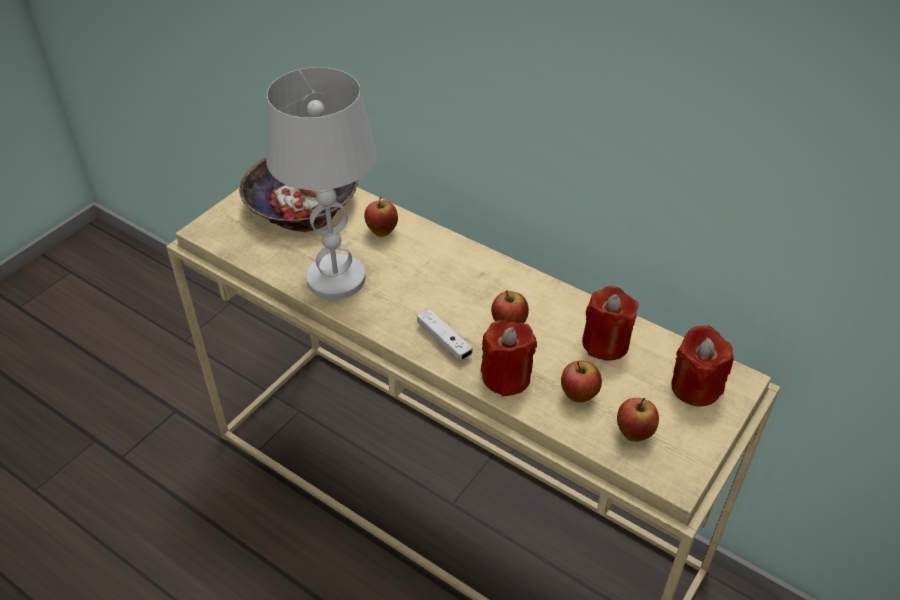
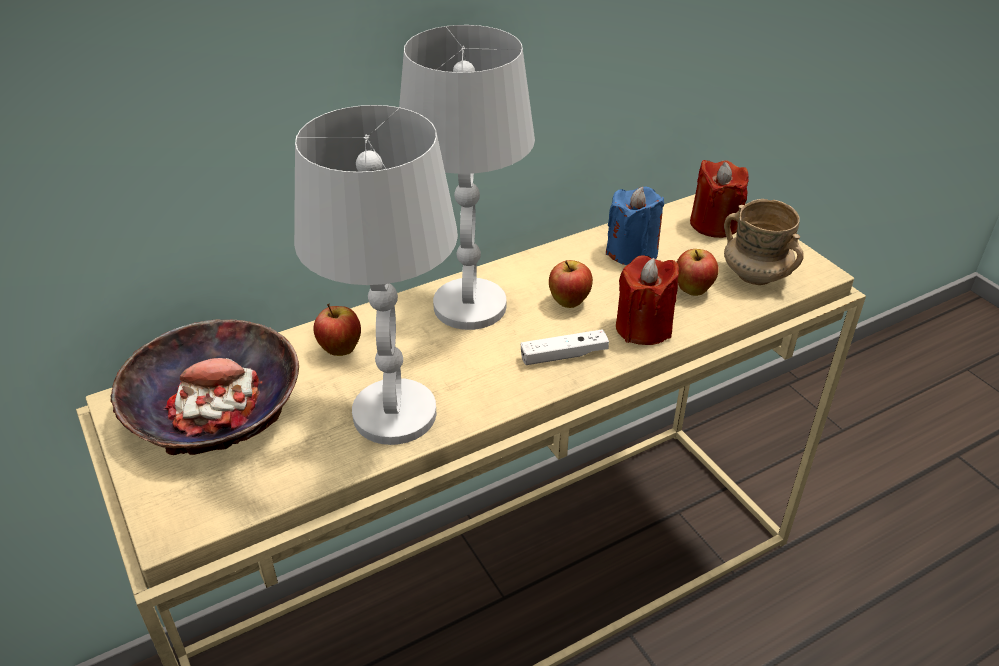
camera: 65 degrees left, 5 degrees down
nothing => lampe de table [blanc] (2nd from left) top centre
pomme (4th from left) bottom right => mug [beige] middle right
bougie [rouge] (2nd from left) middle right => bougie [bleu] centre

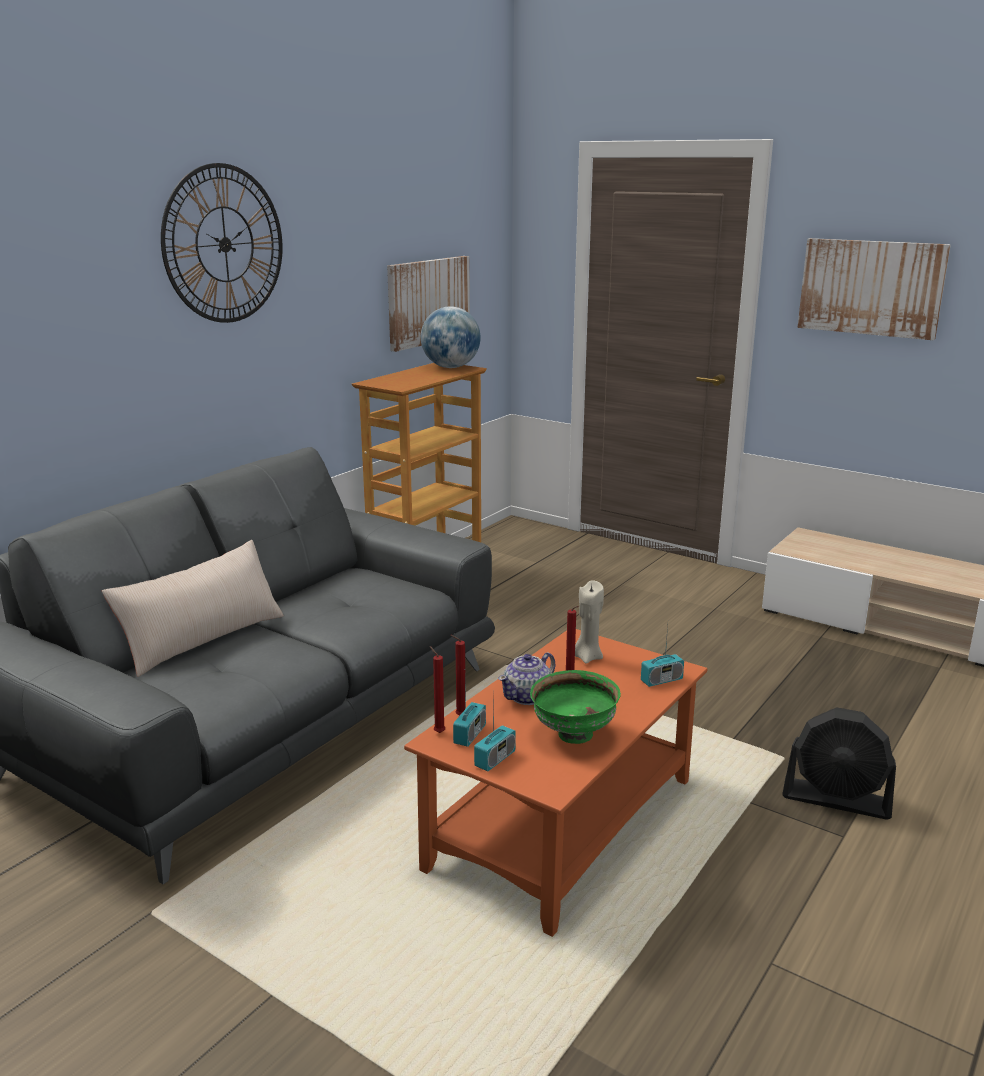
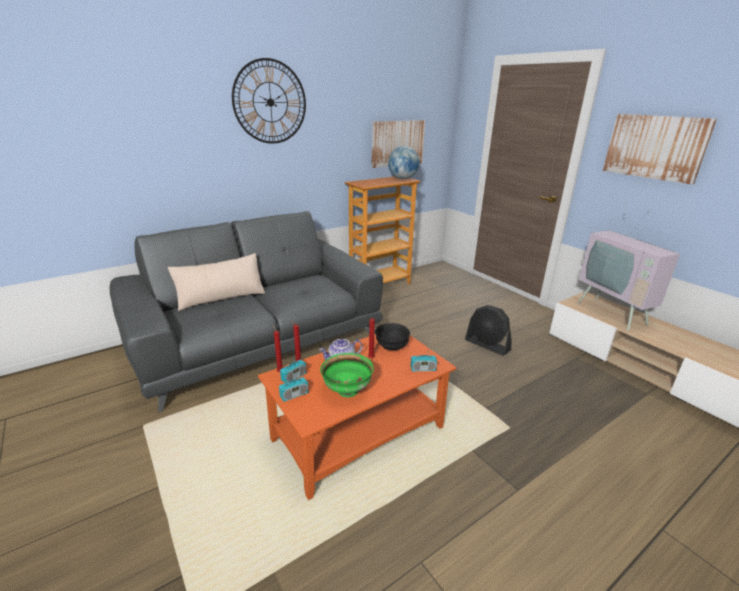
camera: 20 degrees right, 5 degrees up
nothing => téléviseur middle right
ventilateur [noir] bottom right => ventilateur [noir] centre, move
bougie [beige] centre => bol [noir] centre

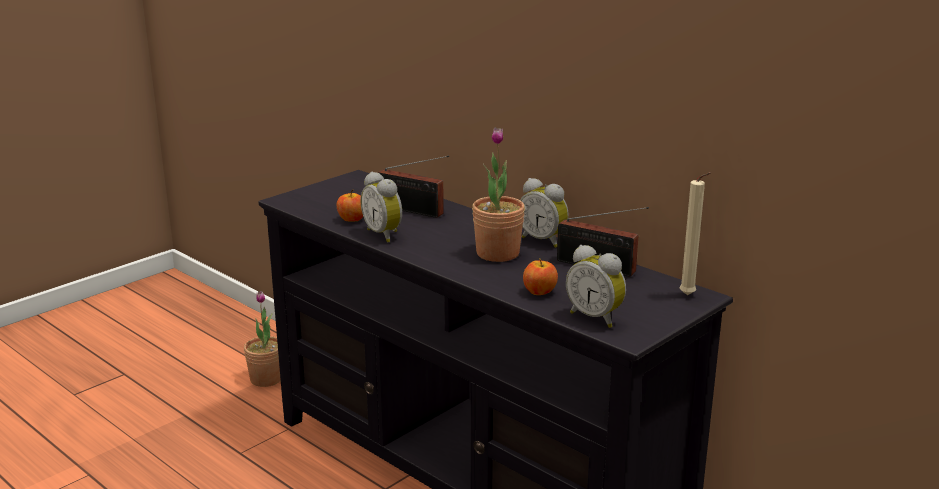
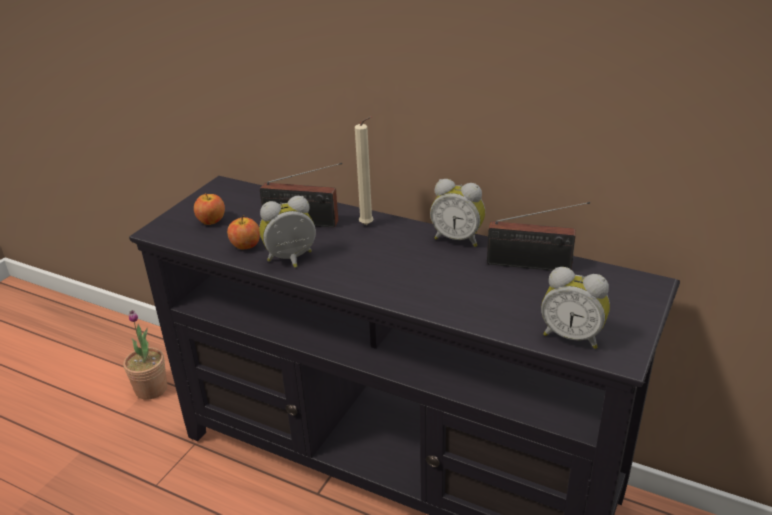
camera: 15 degrees left, 10 degrees up
plante en pot (2nd from left) centre => nothing
pomme (2nd from left in the first image) centre => pomme (1st from left) middle left, move
bougie [beige] middle right => bougie [beige] top centre, move
réveil (1st from left) centre, 120 degrees clockwise

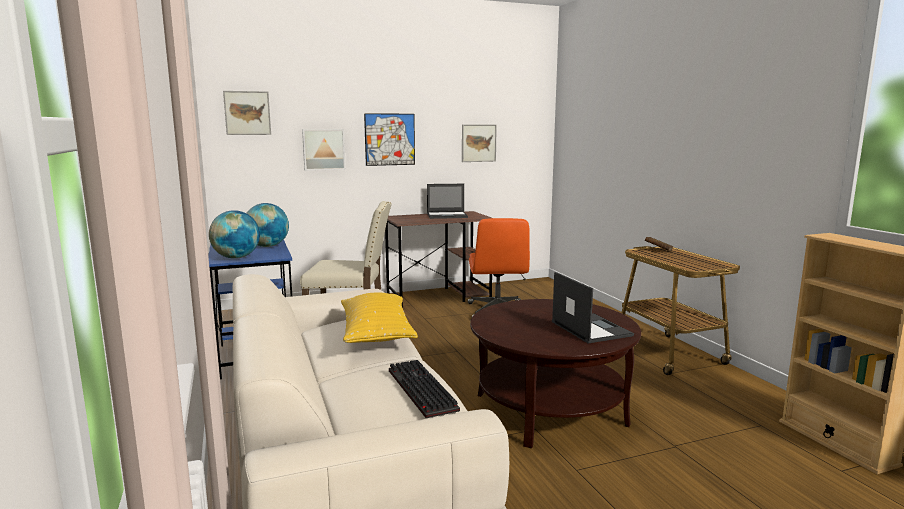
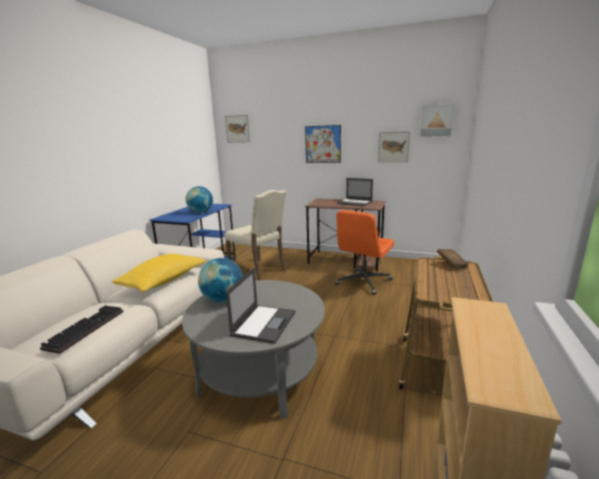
camera: 40 degrees right, 5 degrees up
globe (1st from left in the first image) middle left => globe (2nd from left) centre, move
tableau (2nd from left in the first image) top centre => tableau (4th from left) top right, move
table basse [marron] bottom centre => table basse [gris] bottom centre

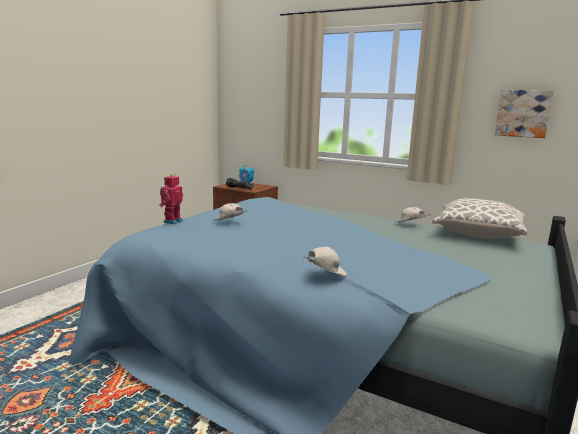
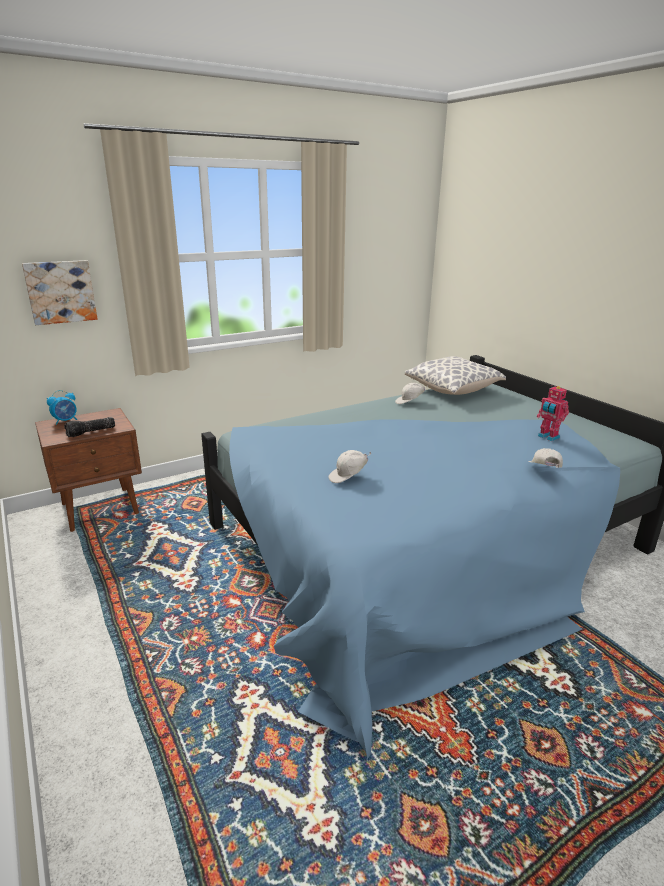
camera: 60 degrees left, 10 degrees up
robot jouet middle left => robot jouet middle right, move
tableau top right => tableau top left, move

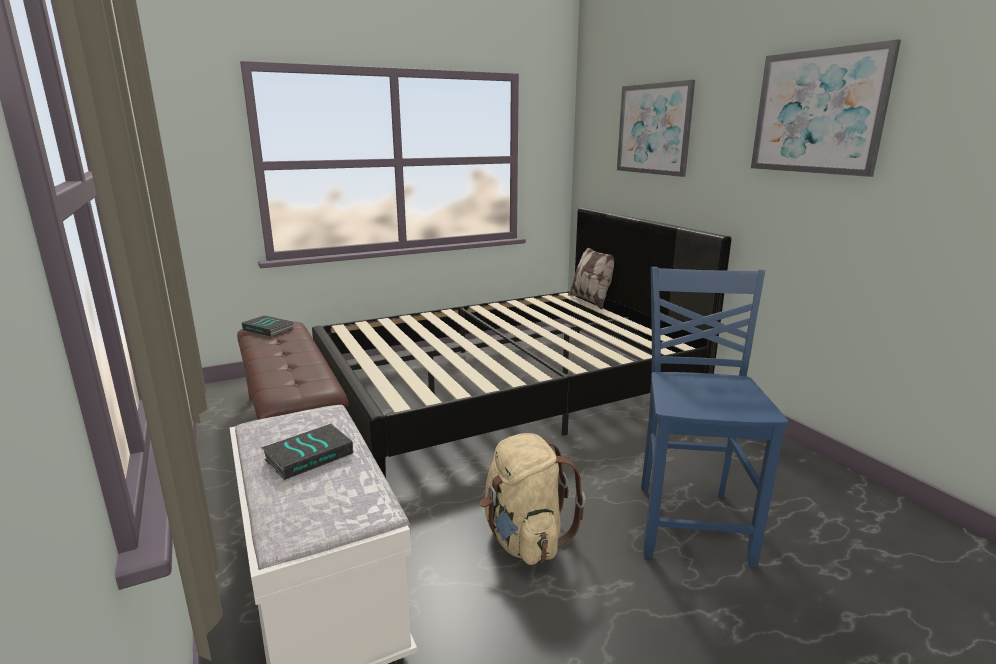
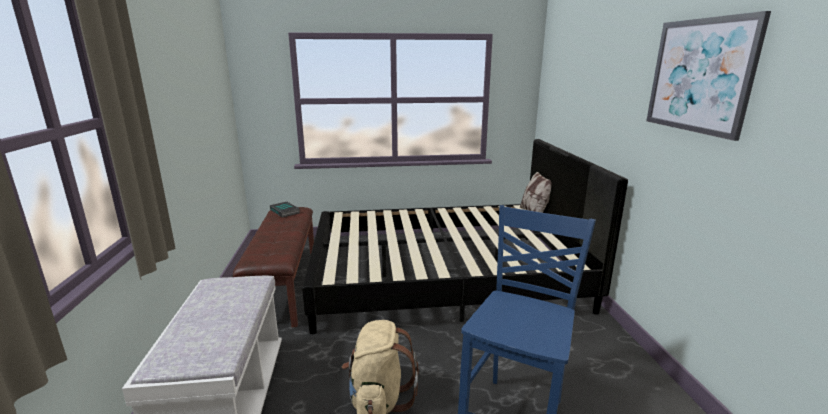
camera: 20 degrees right, 0 degrees up
livre (2nd from left) bottom left => nothing
tableau (1st from left) top centre => nothing

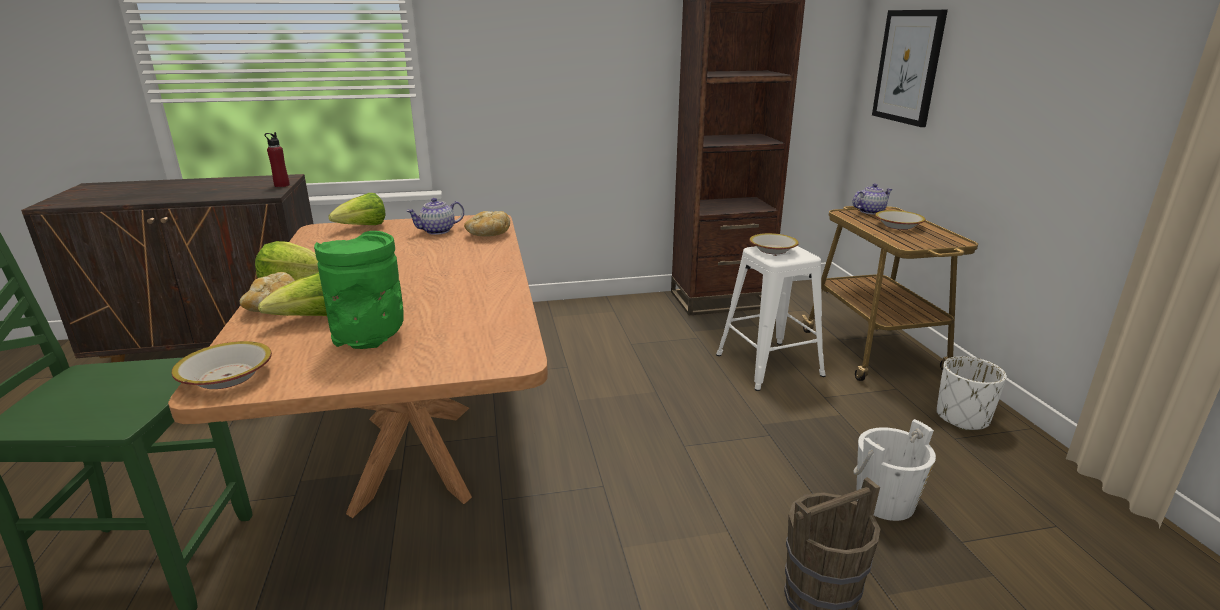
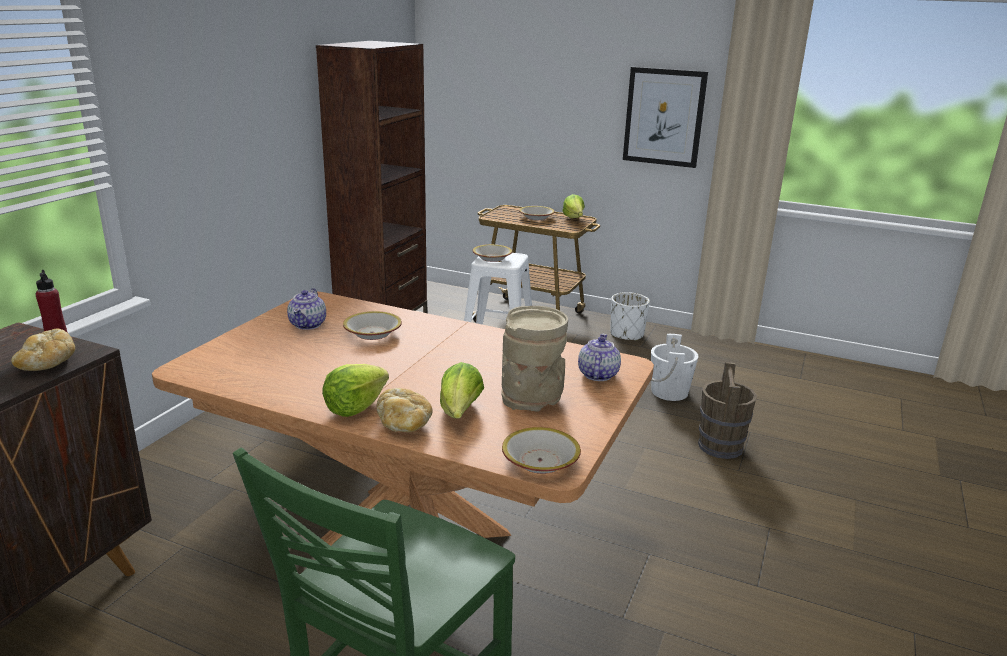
camera: 55 degrees left, 0 degrees up
nothing => bol (1st from left) centre
laitue (3rd from left) middle left => laitue (3rd from left) top centre, move
pain (2nd from left in the first image) centre => pain (1st from left) middle left, move
théière (2nd from left) top right => théière (2nd from left) centre, move
tableau top right => tableau top centre, move
vase [vert] middle left => vase [beige] centre

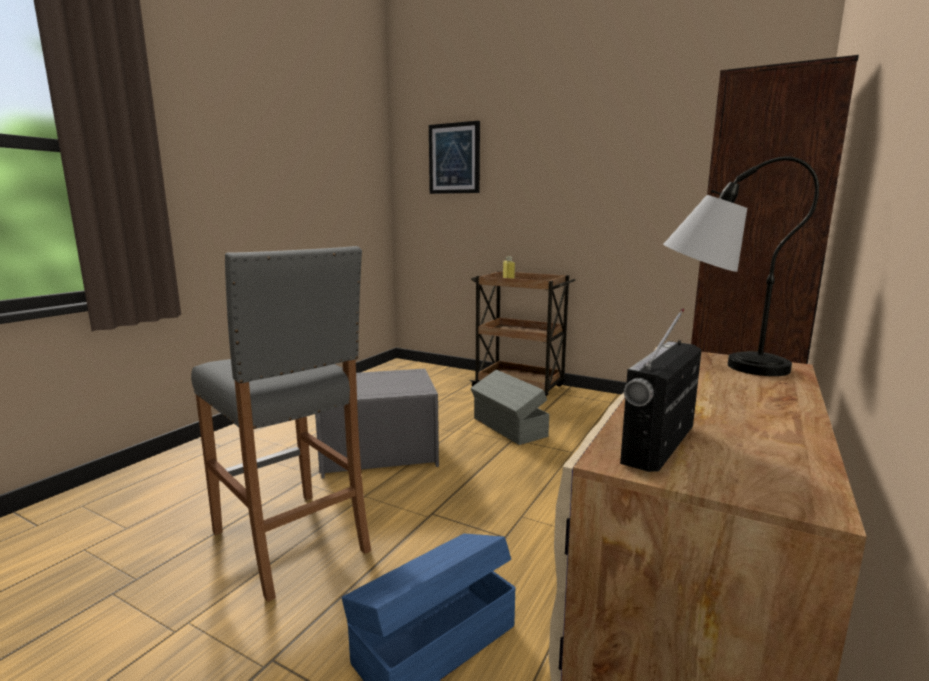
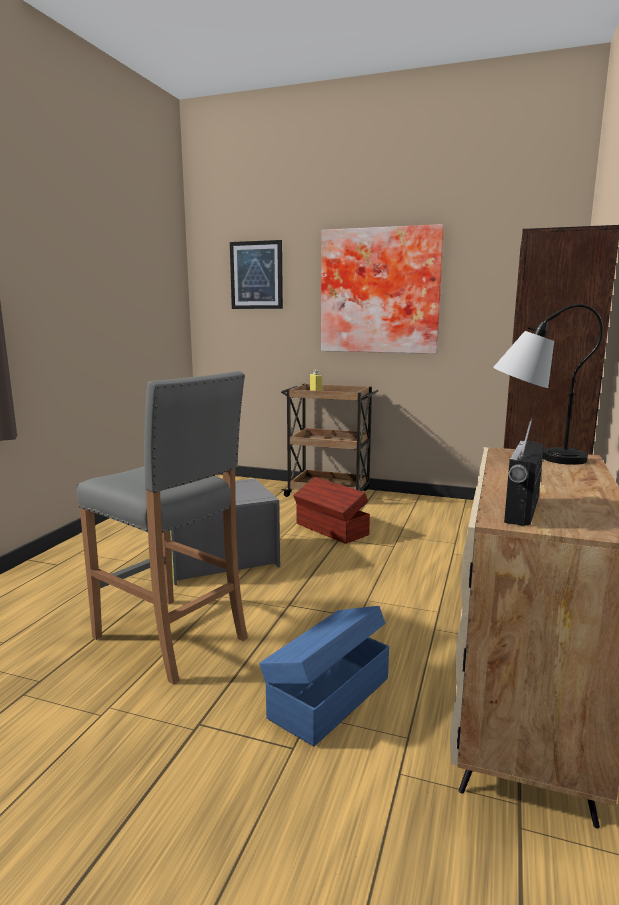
camera: 10 degrees left, 0 degrees up
nothing => tableau (2nd from left) top centre
boîte de rangement [gris] (2nd from left) centre => boîte de rangement [marron] centre

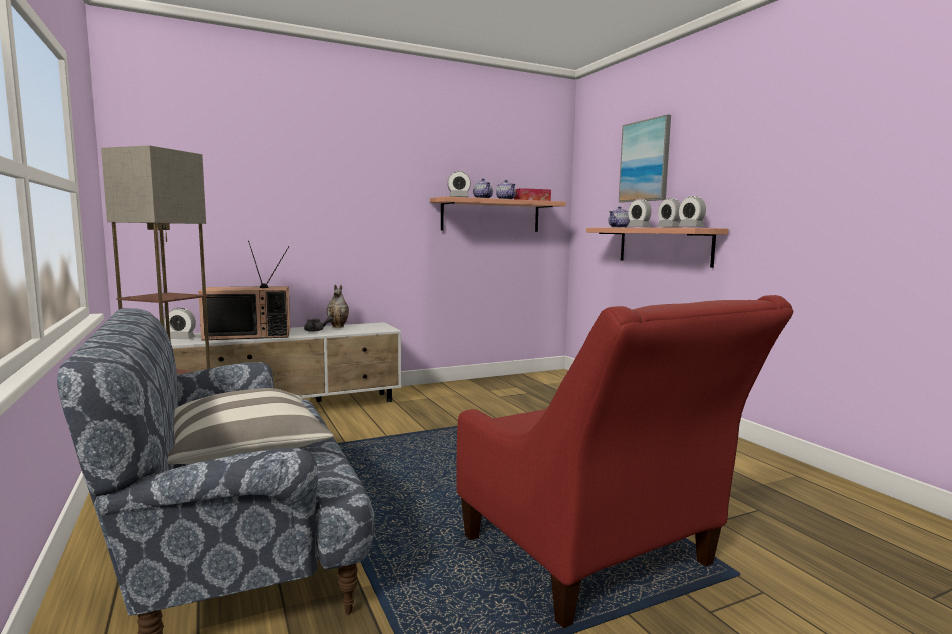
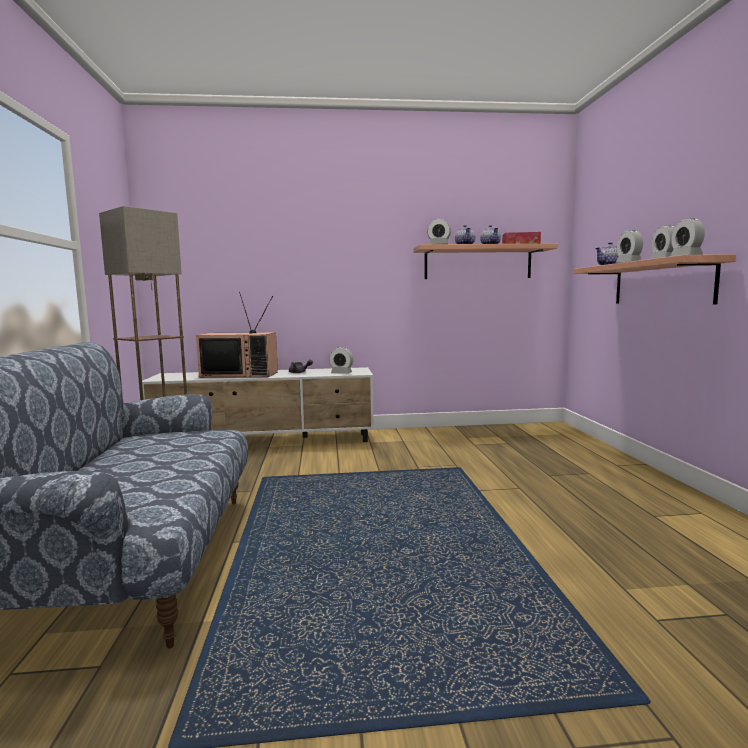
camera: 20 degrees right, 0 degrees up
coussin bottom left => nothing
vase centre => nothing
fauteuil [rouge] bottom centre => nothing
tableau top right => nothing
réveil (1st from left) middle left => réveil (1st from left) centre, move

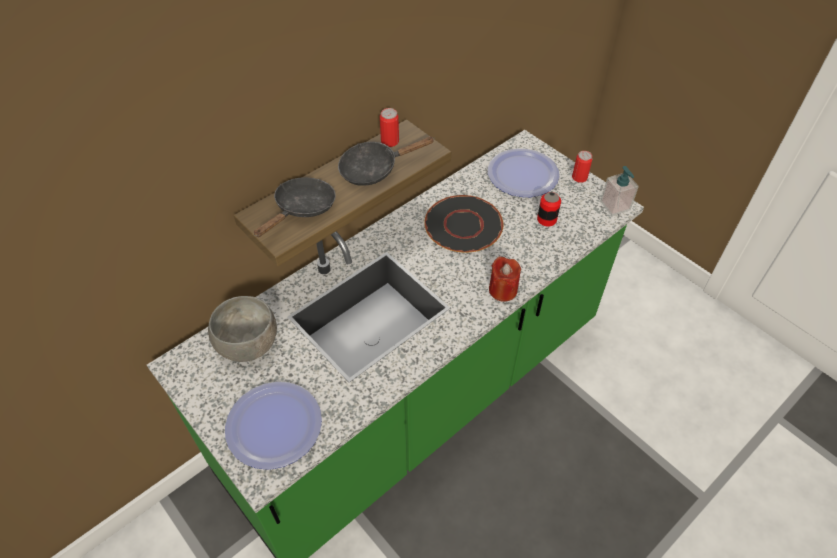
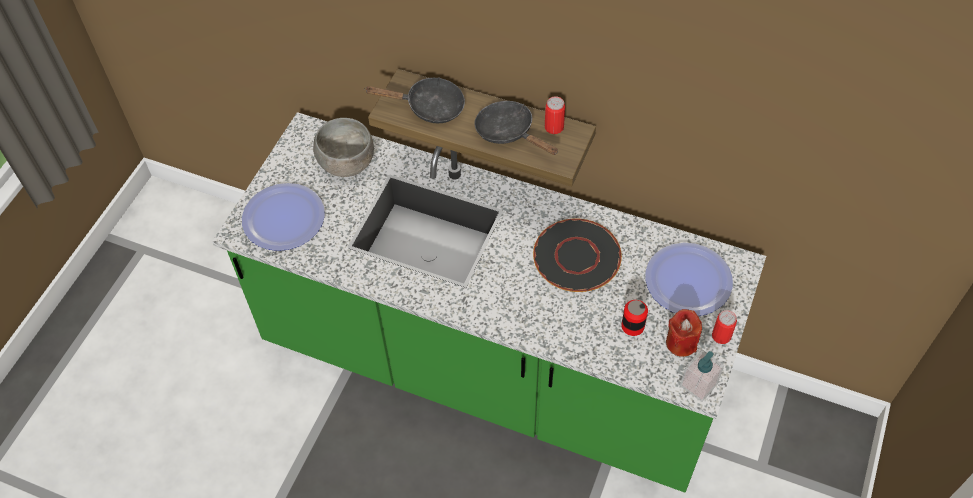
camera: 65 degrees right, 5 degrees up
bougie [rouge] centre => bougie [rouge] bottom right, move

